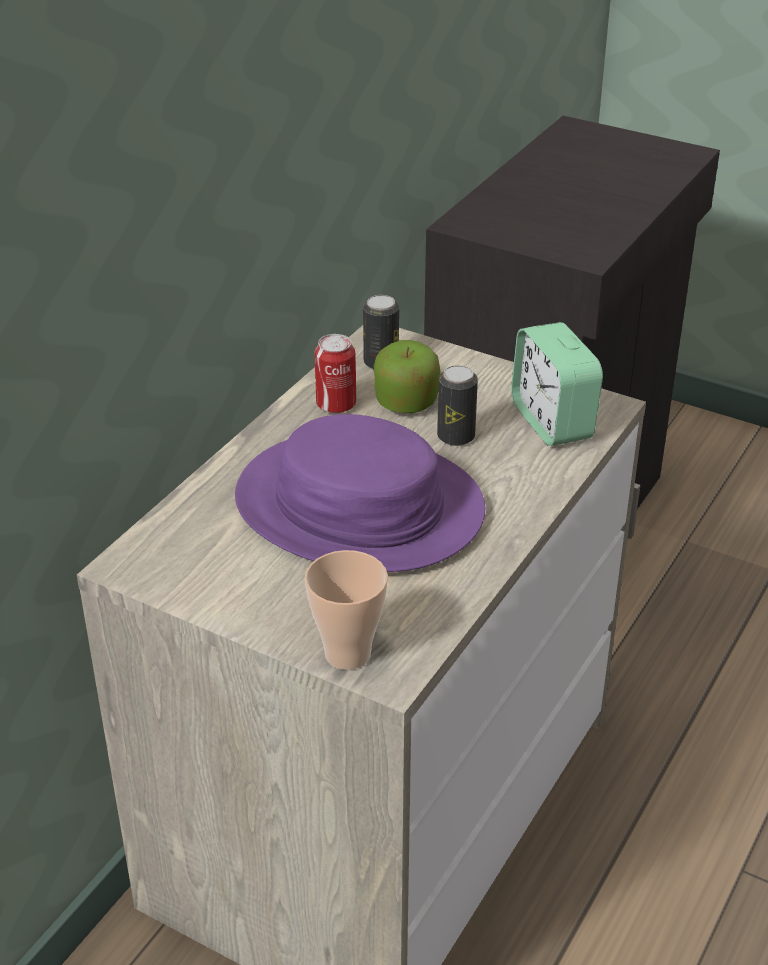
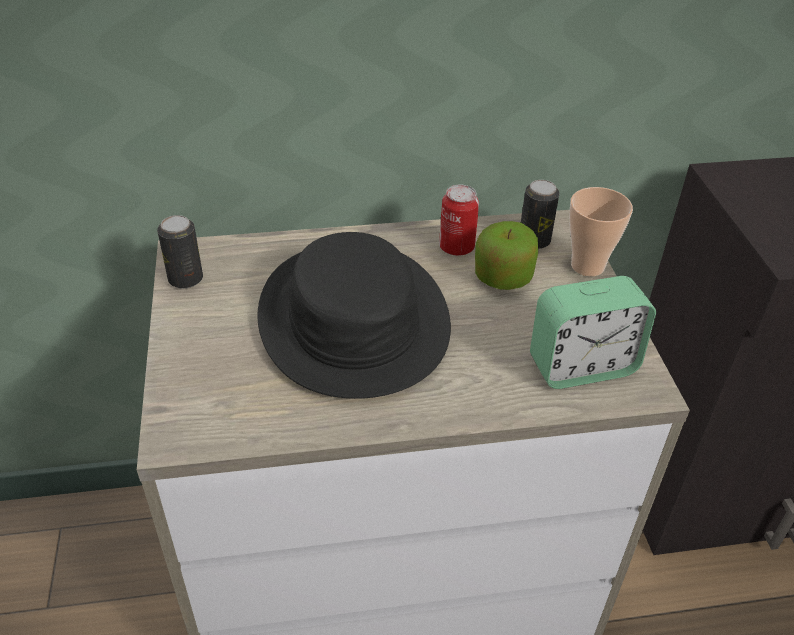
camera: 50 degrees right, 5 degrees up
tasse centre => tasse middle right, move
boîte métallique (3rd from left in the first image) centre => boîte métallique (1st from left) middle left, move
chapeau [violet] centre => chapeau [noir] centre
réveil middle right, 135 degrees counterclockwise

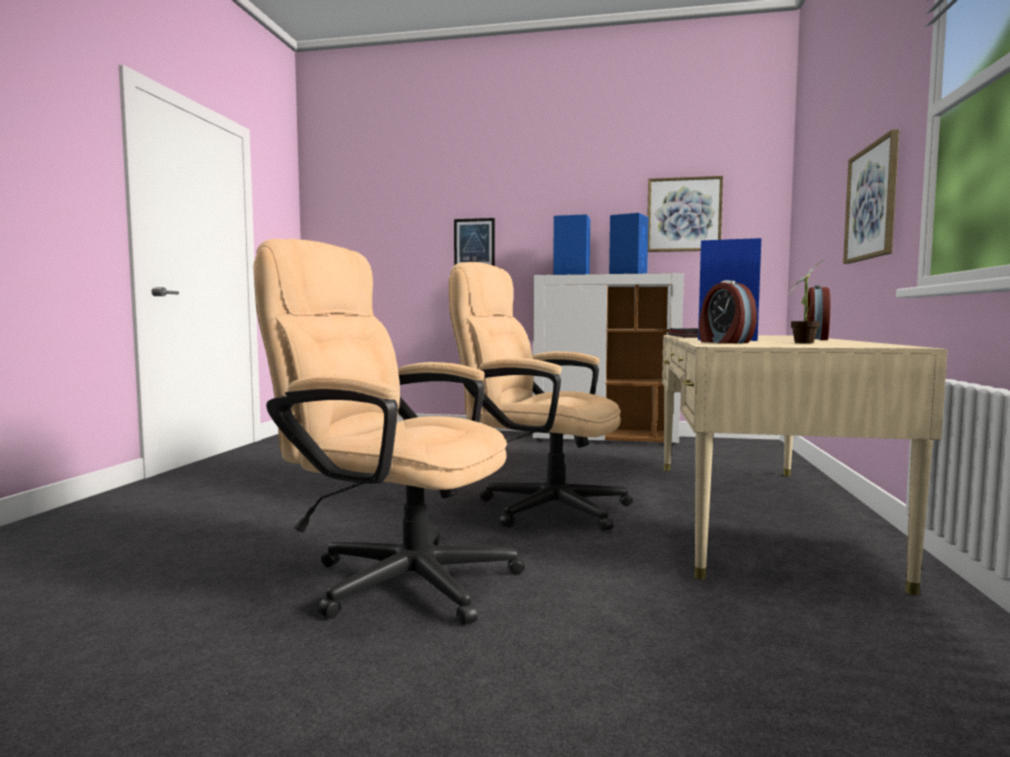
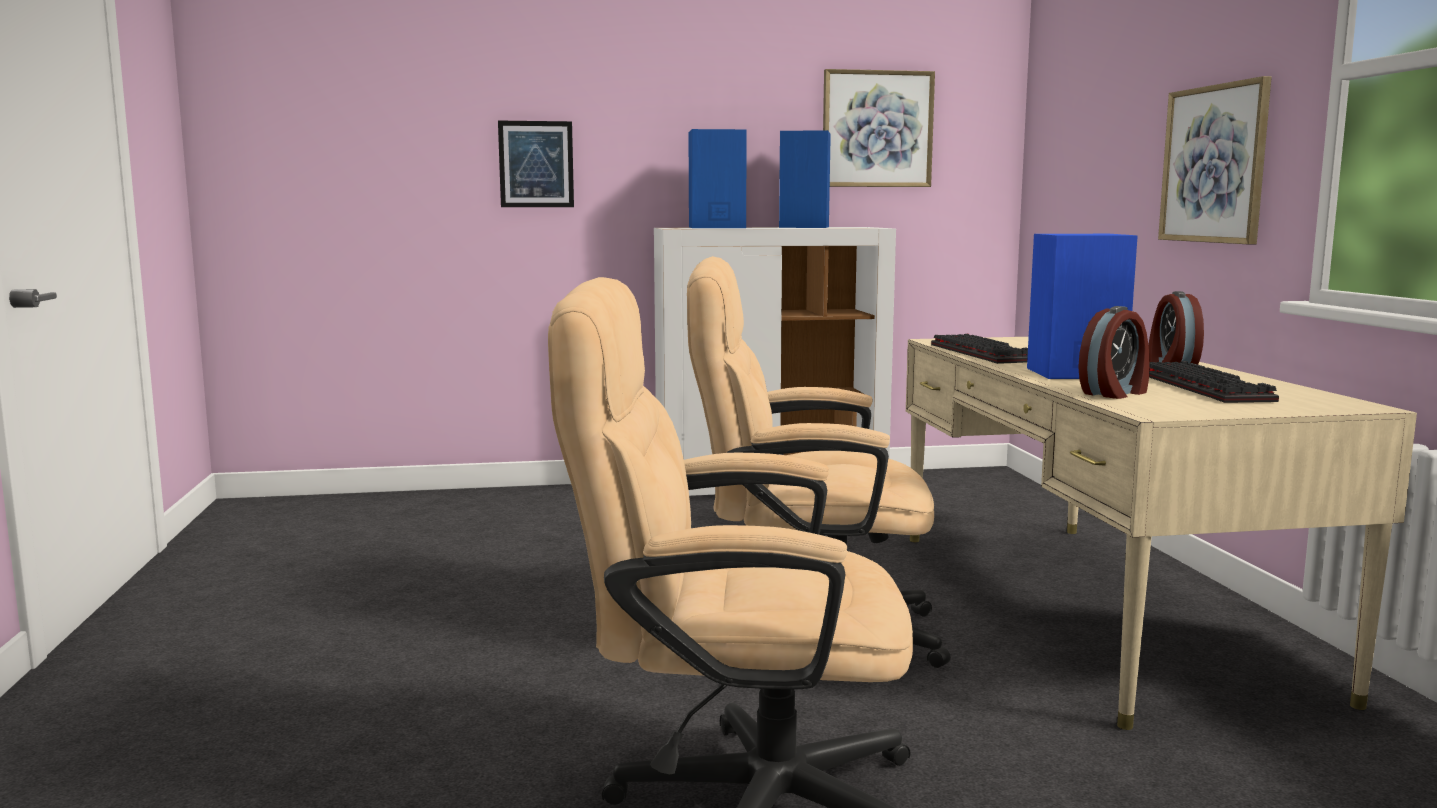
camera: 20 degrees left, 5 degrees up
plante en pot middle right => clavier (2nd from left) middle right
réveil (1st from left) middle right, 90 degrees counterclockwise

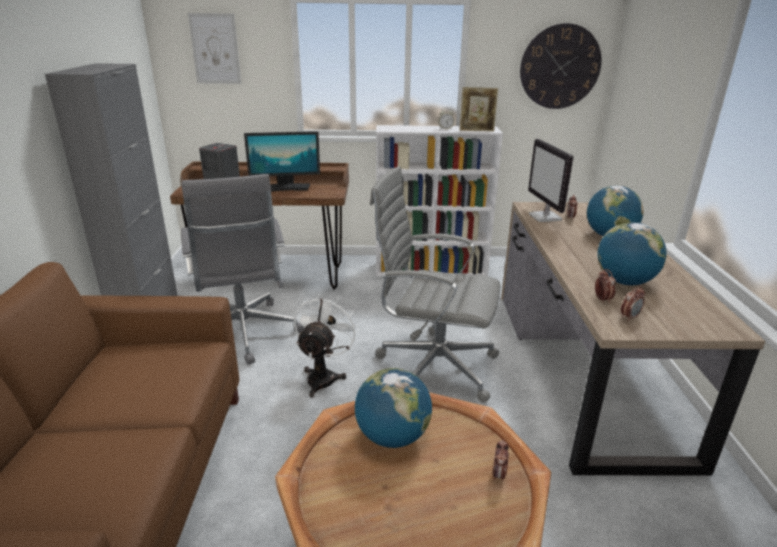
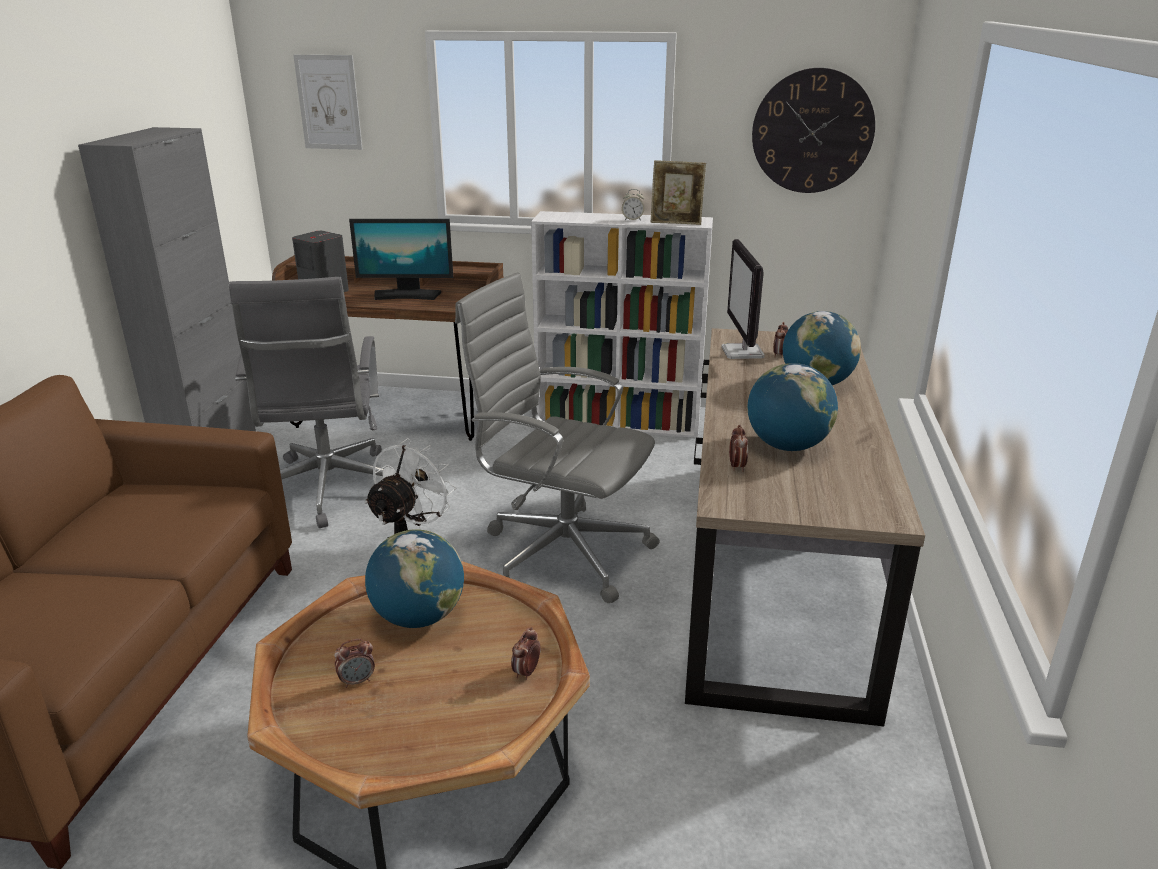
camera: 10 degrees right, 0 degrees up
réveil (5th from left in the first image) middle right => réveil (1st from left) bottom left, move

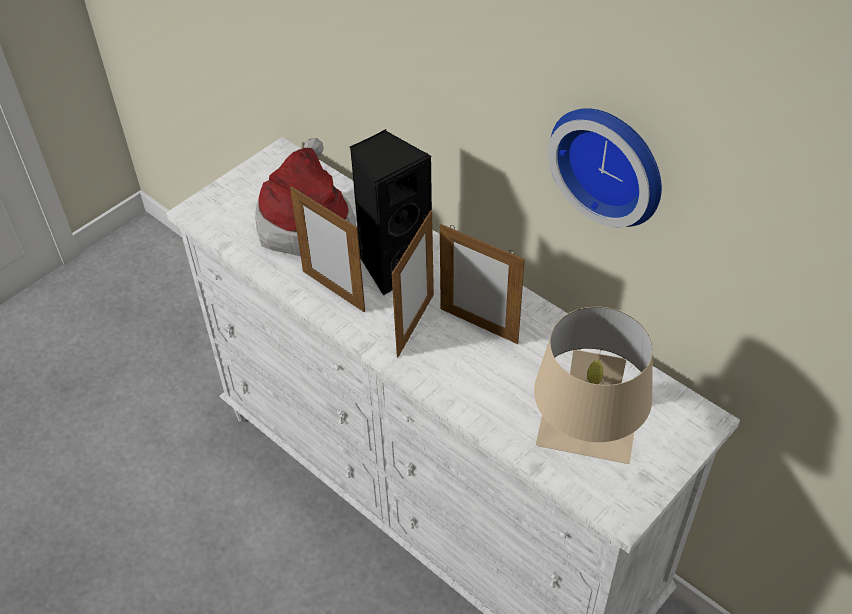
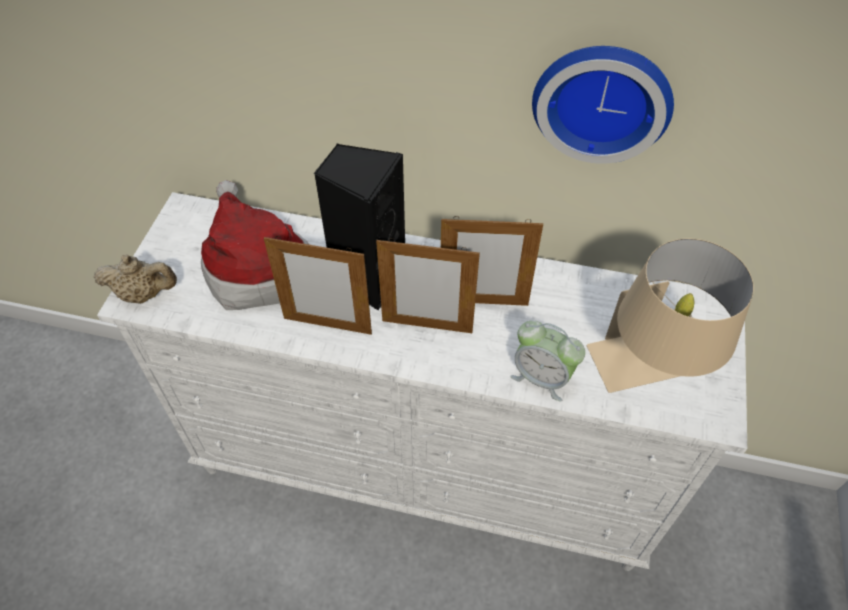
camera: 30 degrees left, 5 degrees up
nothing => théière [beige] middle left
nothing => réveil centre
cadre photo (2nd from left) centre, 105 degrees clockwise

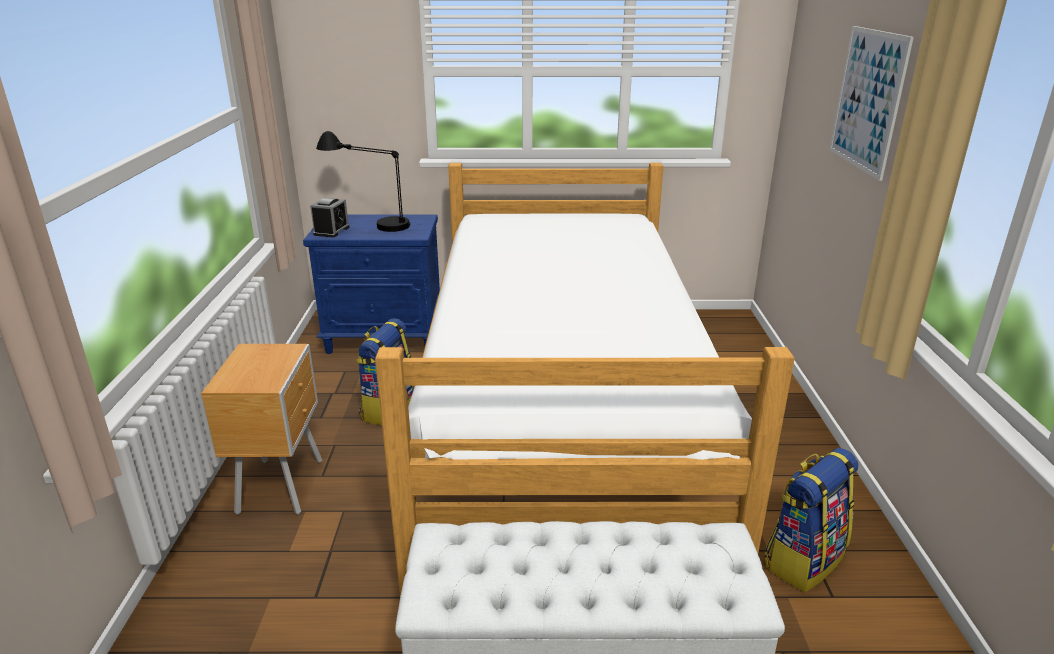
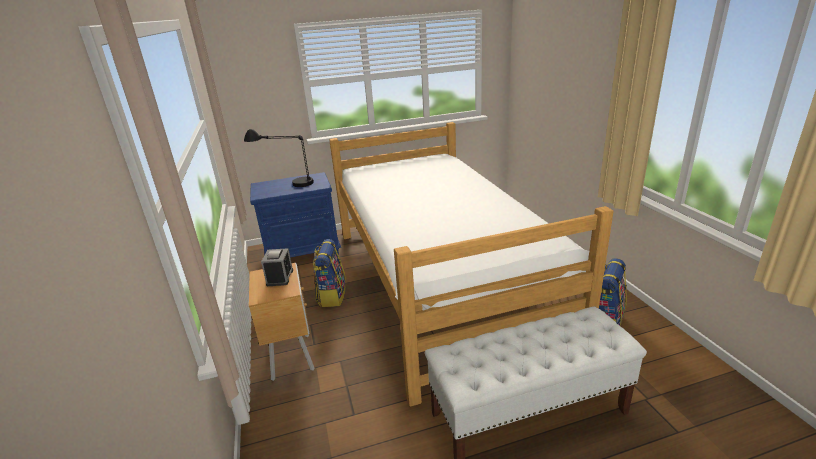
camera: 15 degrees left, 0 degrees up
tableau top right => nothing
réveil middle left => réveil centre, move

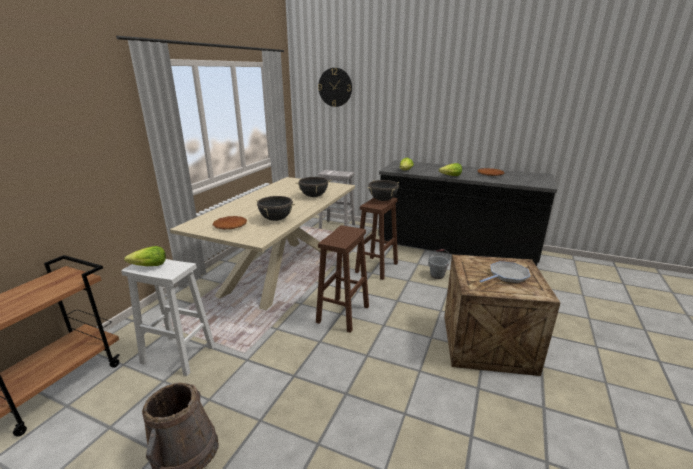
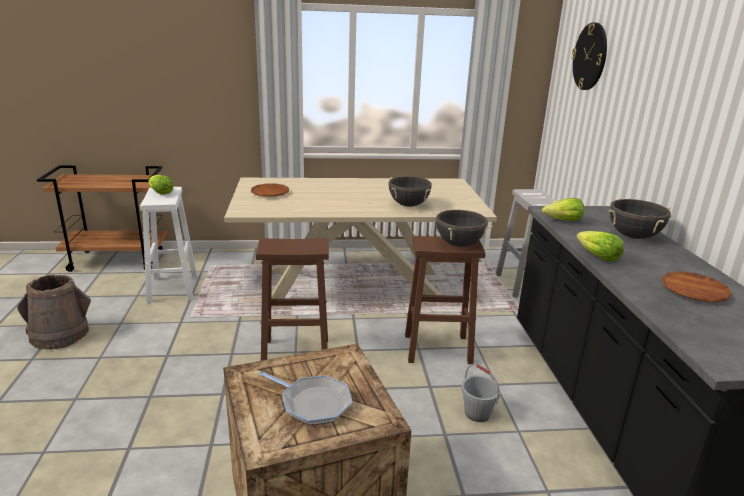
camera: 60 degrees right, 0 degrees up
marmite [noir] (1st from left in the first image) centre => marmite [noir] (3rd from left) middle right, move

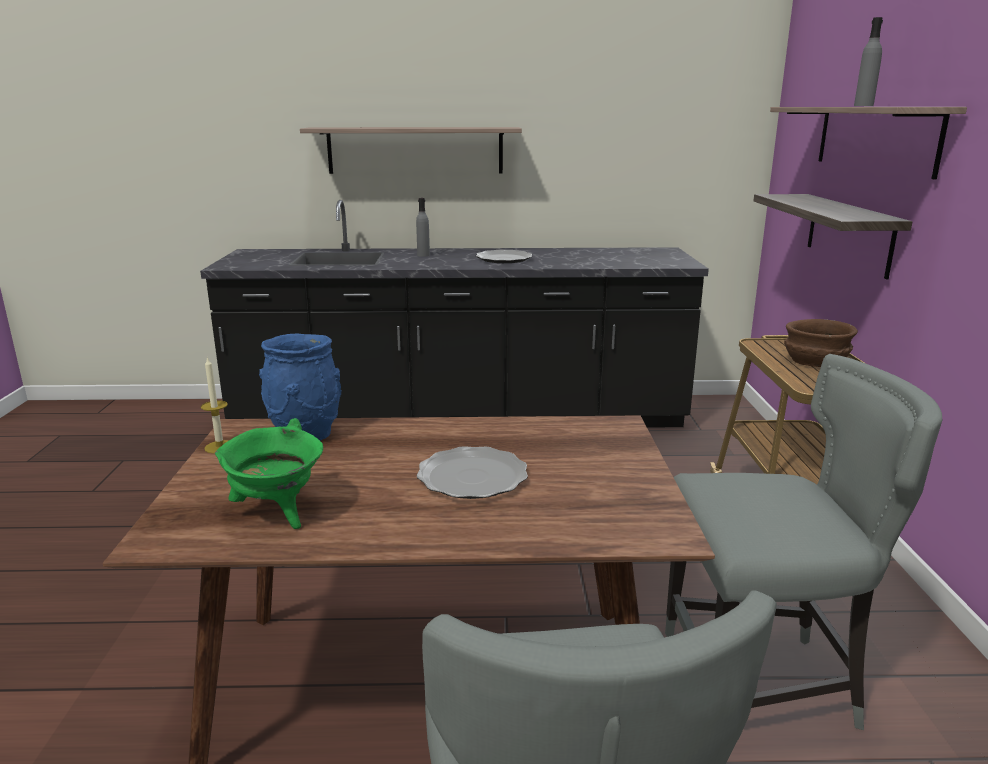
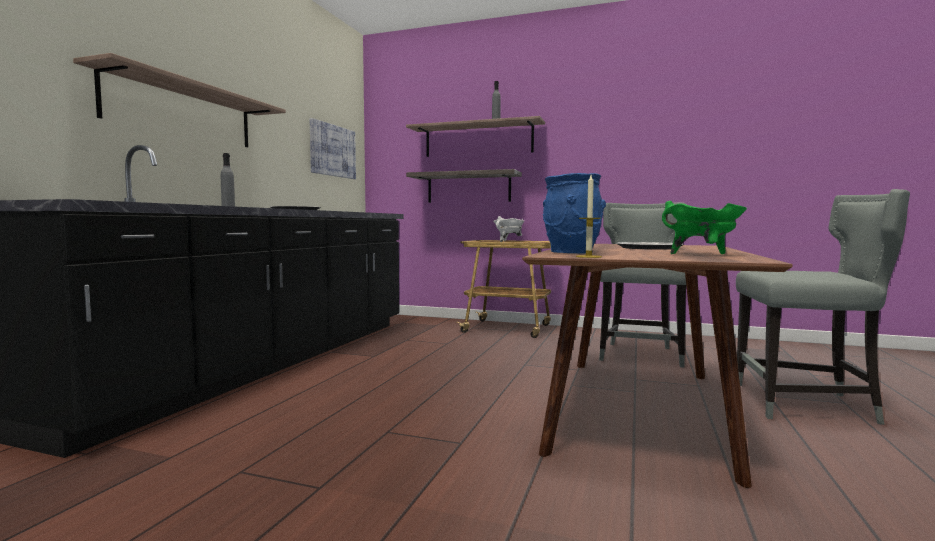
camera: 70 degrees left, 15 degrees down
nothing => tableau top centre
bol [marron] middle right => marmite [blanc] centre

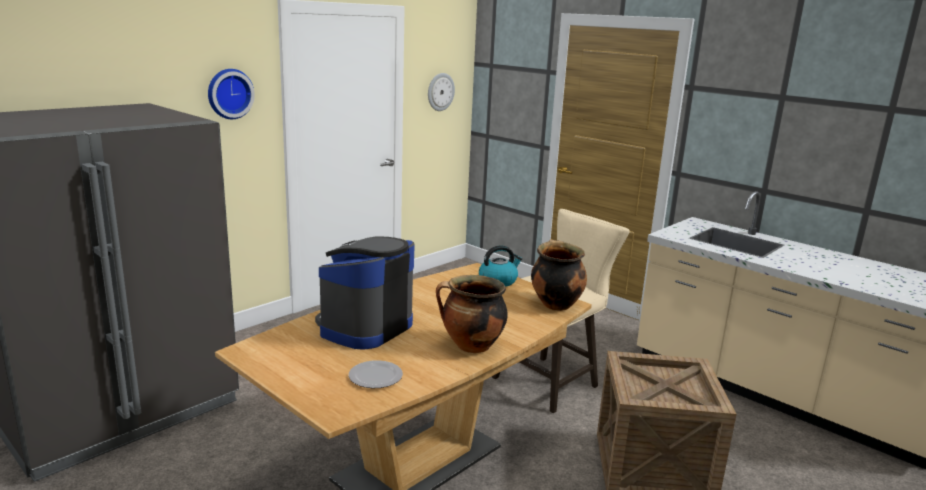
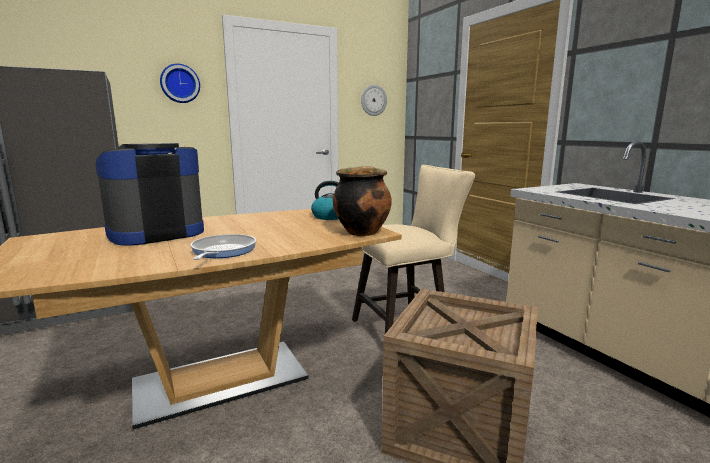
camera: 20 degrees right, 5 degrees down
assiette bottom centre => nothing
marmite (1st from left) centre => poêle middle left

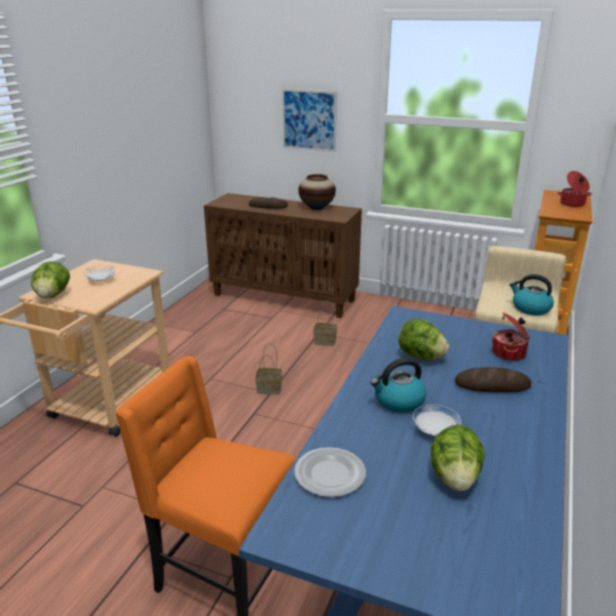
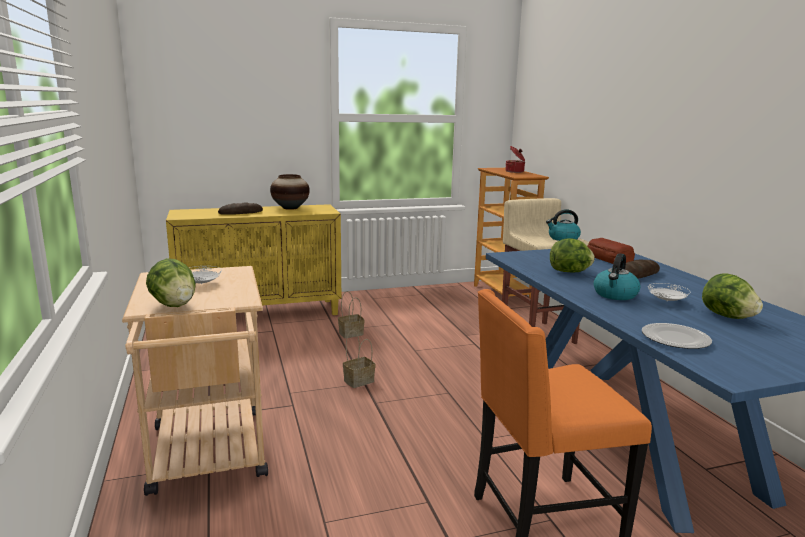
camera: 40 degrees left, 10 degrees down
tableau top centre => nothing
marmite (1st from left) middle right => pain (2nd from left) middle right
meuble de rangement [marron] centre => meuble de rangement [jaune] middle left

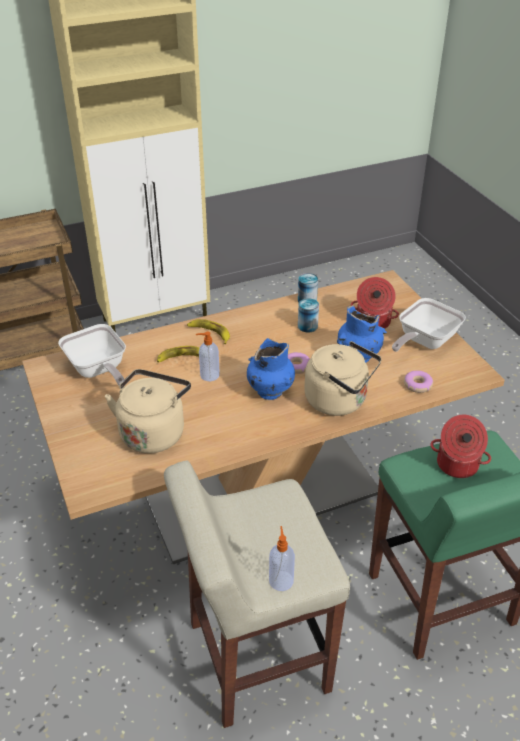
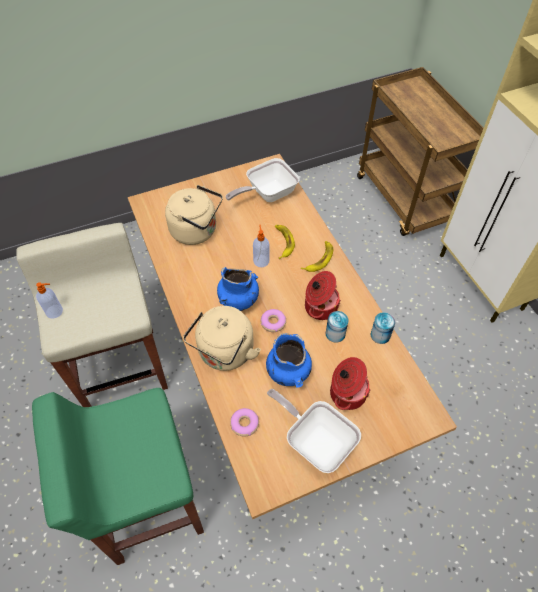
camera: 90 degrees right, 15 degrees up
marmite (2nd from left in the first image) middle right => marmite (1st from left) centre, move

